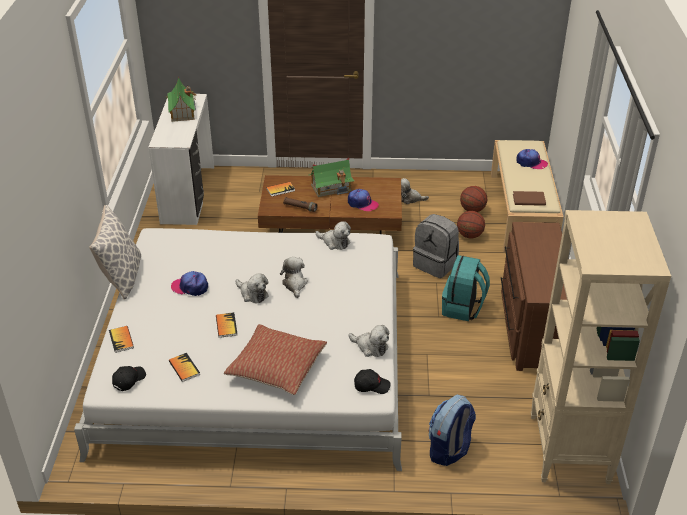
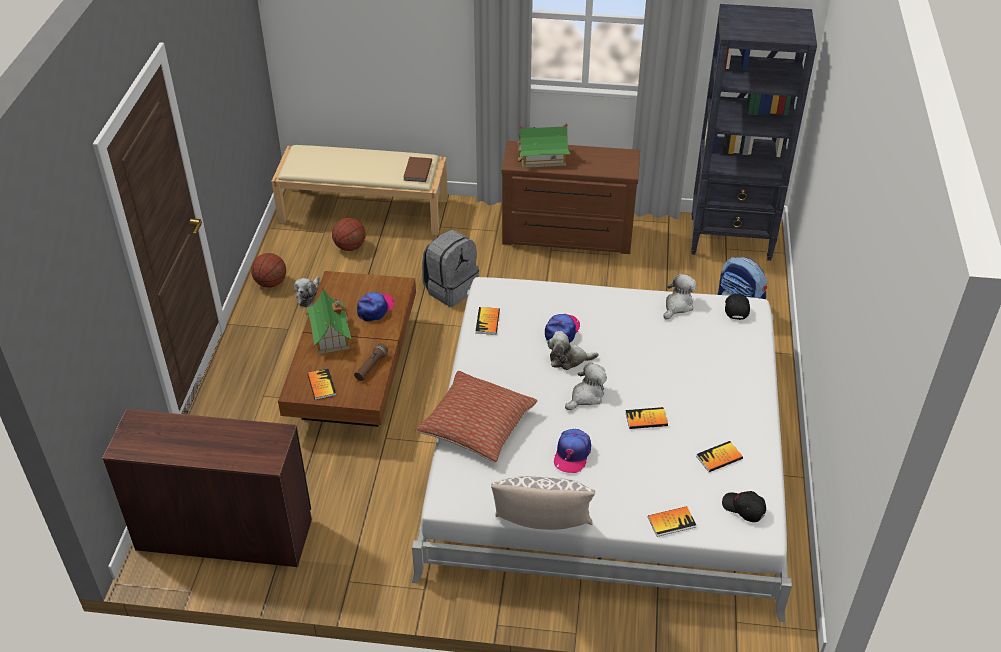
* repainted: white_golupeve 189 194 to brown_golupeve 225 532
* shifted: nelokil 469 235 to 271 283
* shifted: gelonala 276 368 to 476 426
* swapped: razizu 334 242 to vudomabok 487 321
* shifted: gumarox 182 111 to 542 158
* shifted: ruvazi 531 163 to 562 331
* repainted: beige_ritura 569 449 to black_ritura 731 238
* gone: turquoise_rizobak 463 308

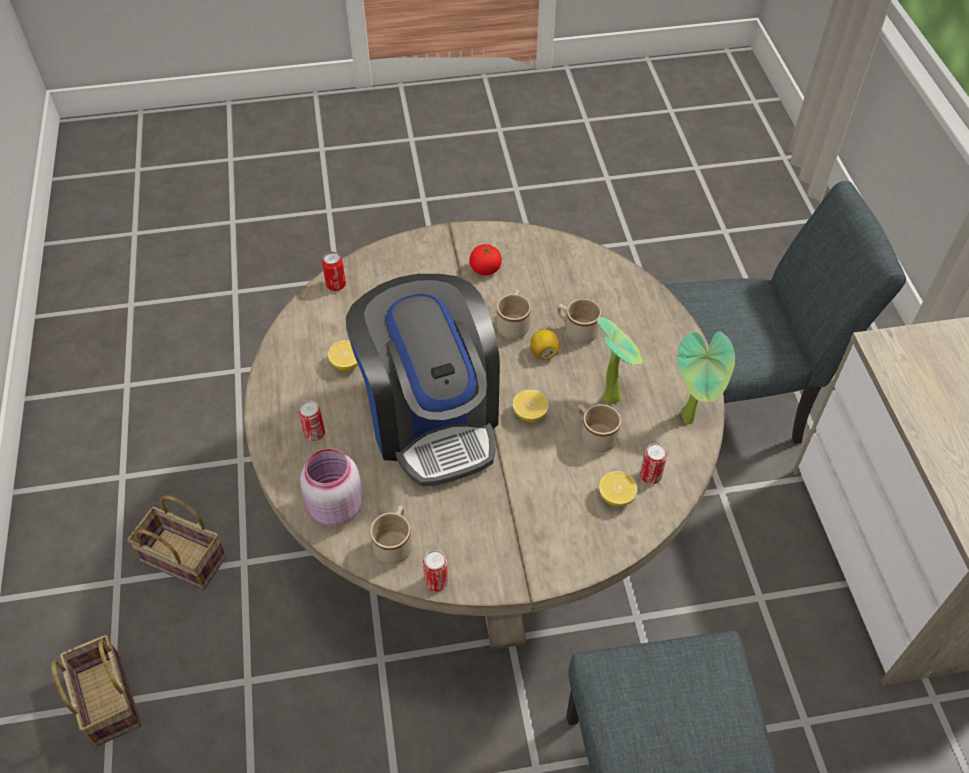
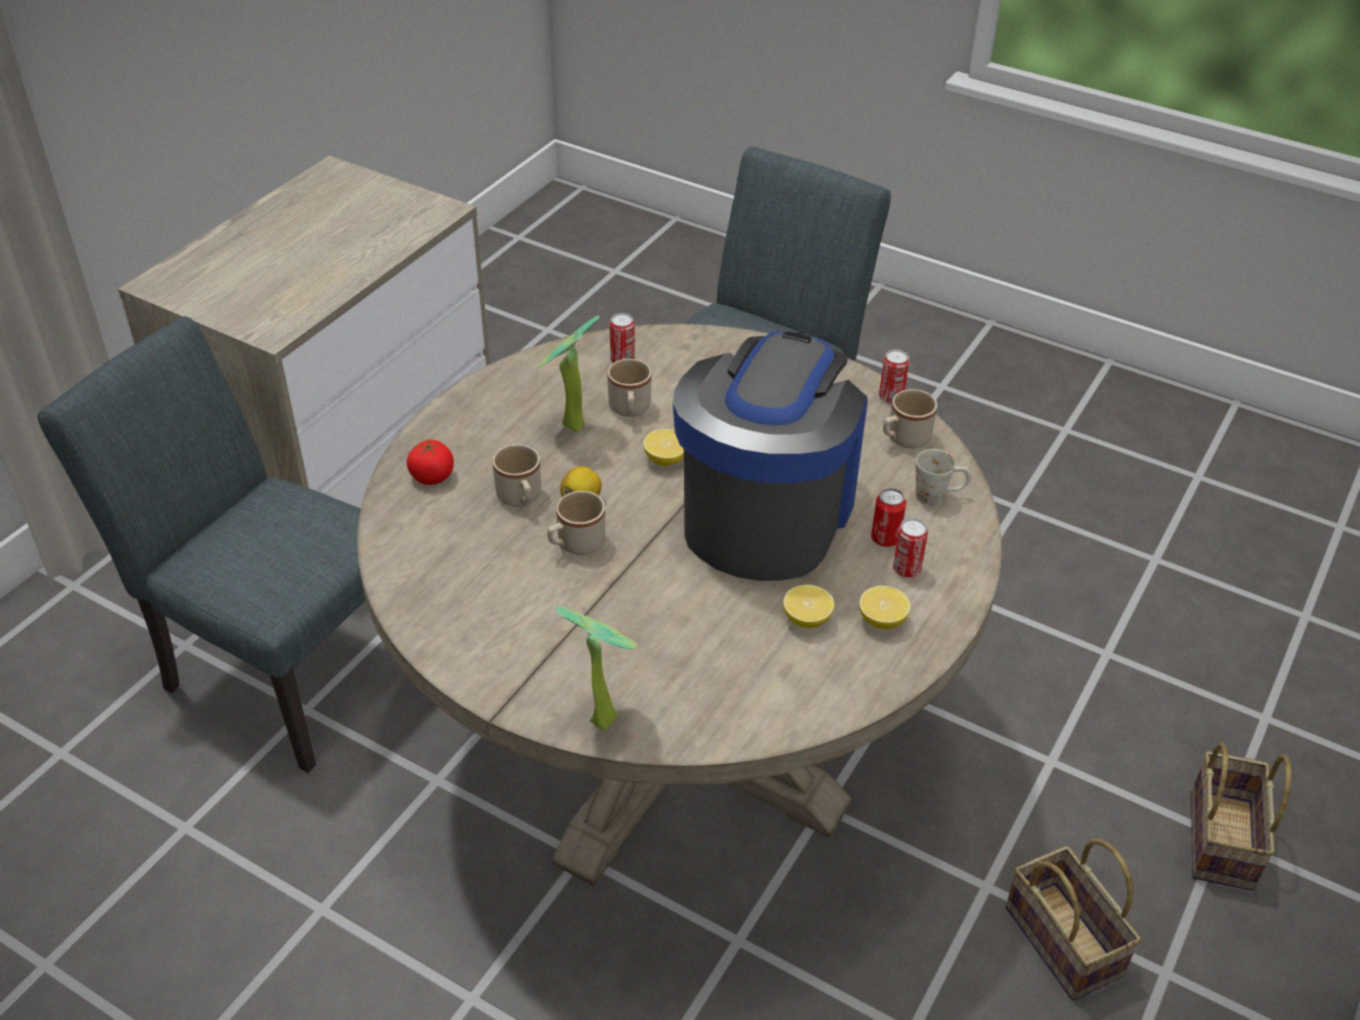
* shifted: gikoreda 485 269 to 432 476
* shifted: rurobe 691 418 to 603 715
* shifted: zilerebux 616 496 to 882 620
* shifted: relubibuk 336 285 to 885 538
* swapped: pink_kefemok 334 507 to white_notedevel 939 495

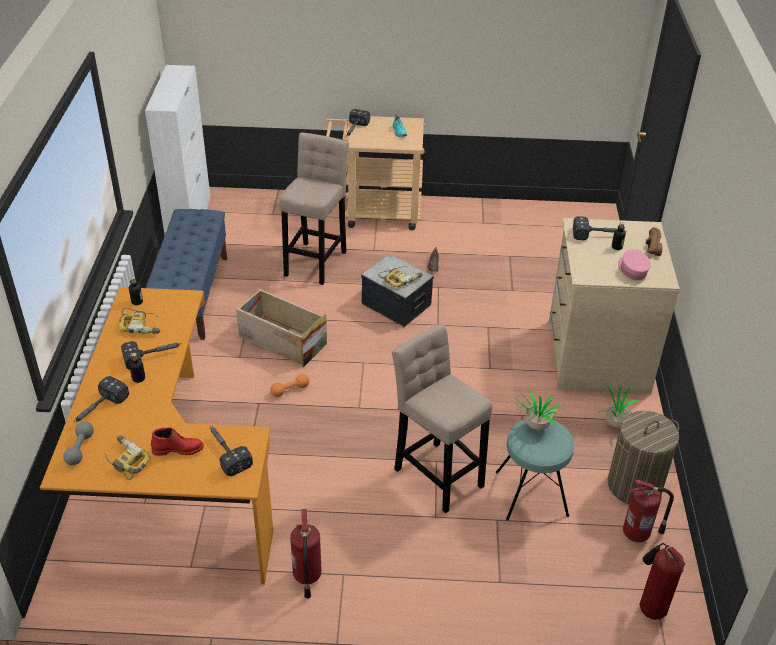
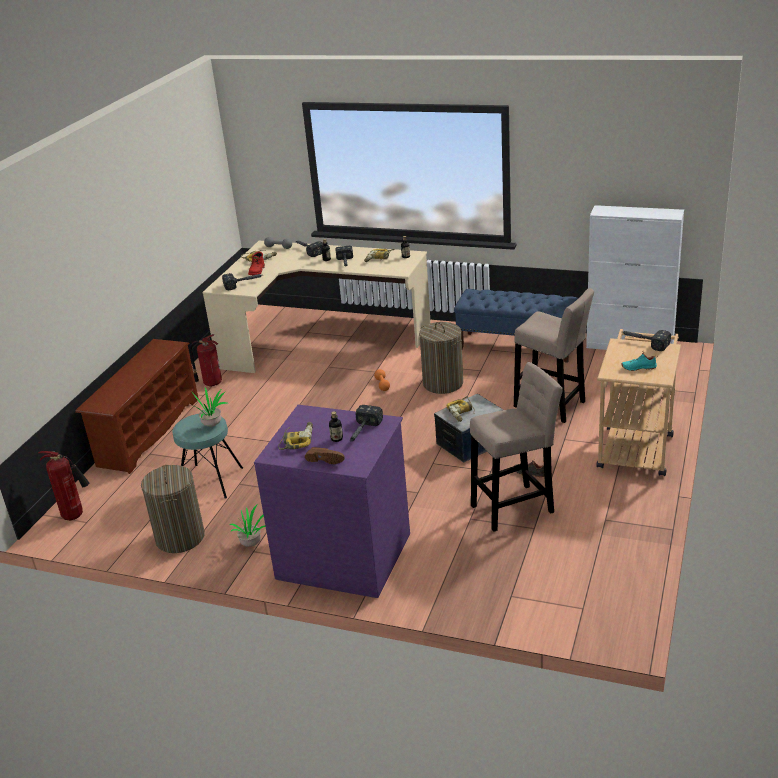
* new: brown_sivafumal 148 431
* repainted: orange_golupeve 166 483 to beige_golupeve 319 339
* repainted: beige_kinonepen 595 356 to purple_kinonepen 345 554
* swapped: pink_ruvazi 632 270 to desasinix 297 440
* swapped: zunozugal 281 340 to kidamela 443 383
* shifted: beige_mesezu 436 473 to 516 507
* gone: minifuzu 638 533

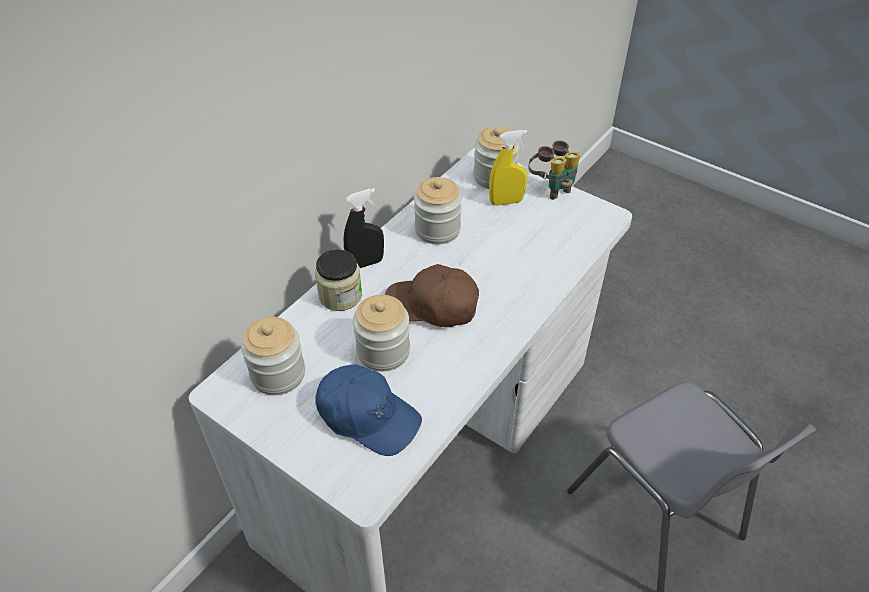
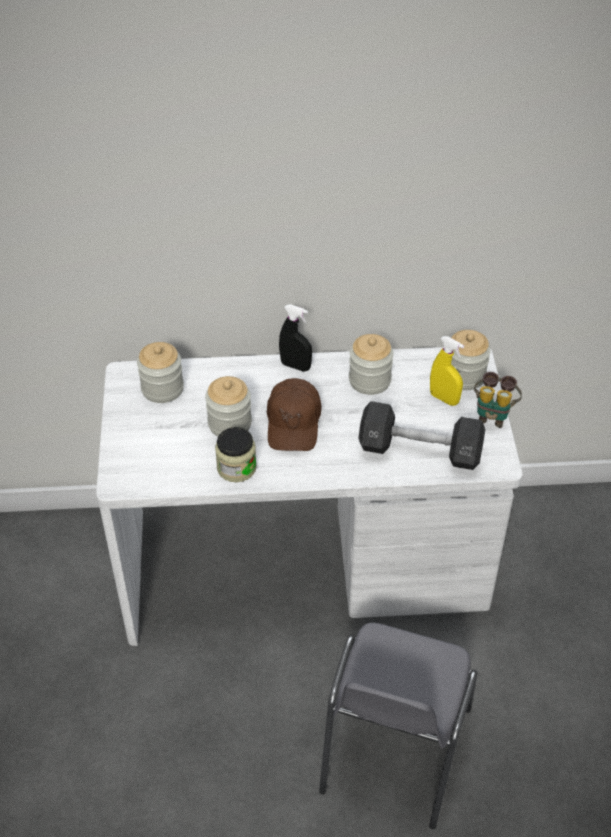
* shifted: kefemok 340 295 to 236 468
* rotated: brown_ruvazi 432 306 = 294 423 150 degrees counterclockwise
* new: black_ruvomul 420 450
* gone: blue_ruvazi 368 416

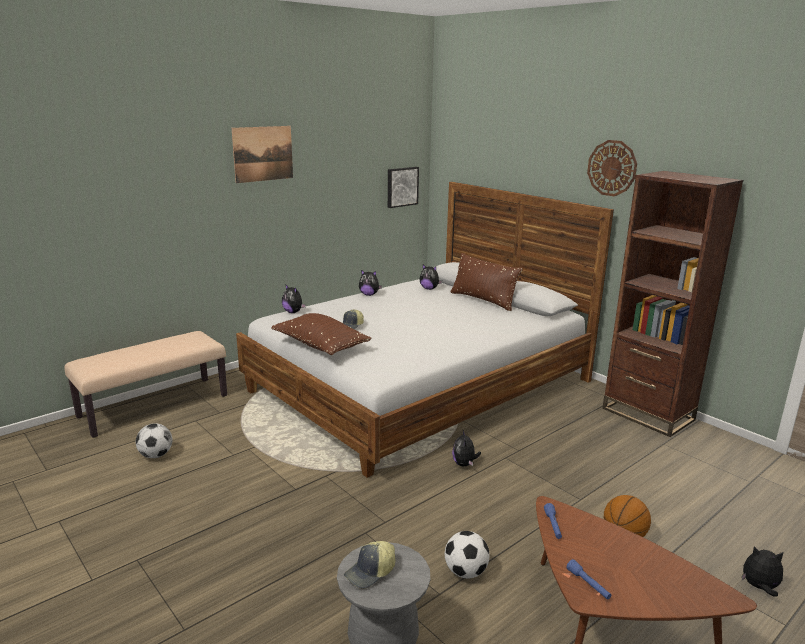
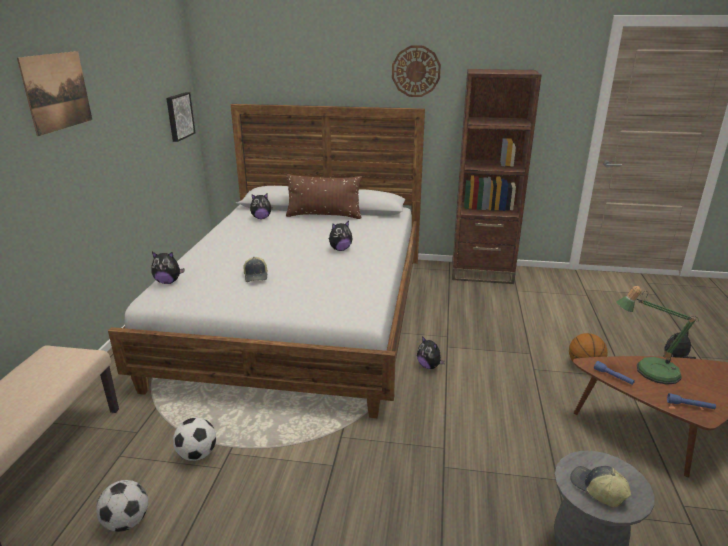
* shifted: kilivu 465 572 to 197 454
* shifted: razizu 369 294 to 340 249
* rotated: ruvazi 371 572 = 597 489 135 degrees clockwise
* new: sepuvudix 649 370
* gone: brown_gelonala 320 346

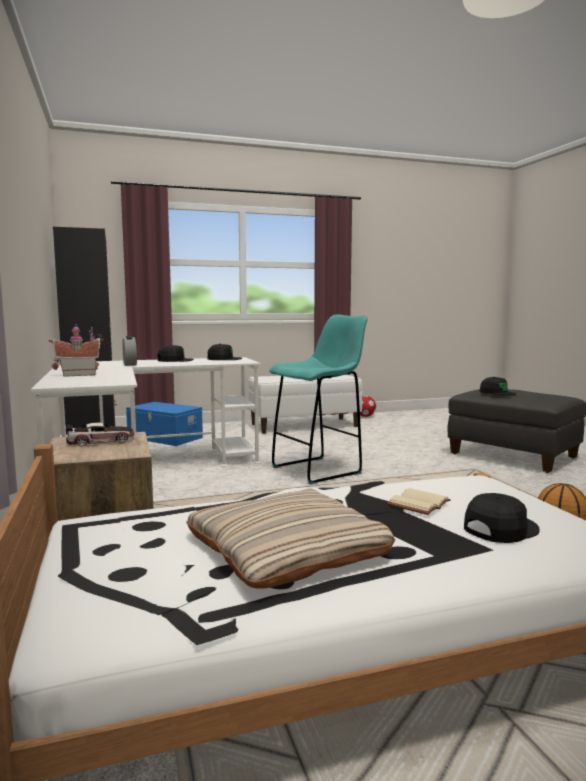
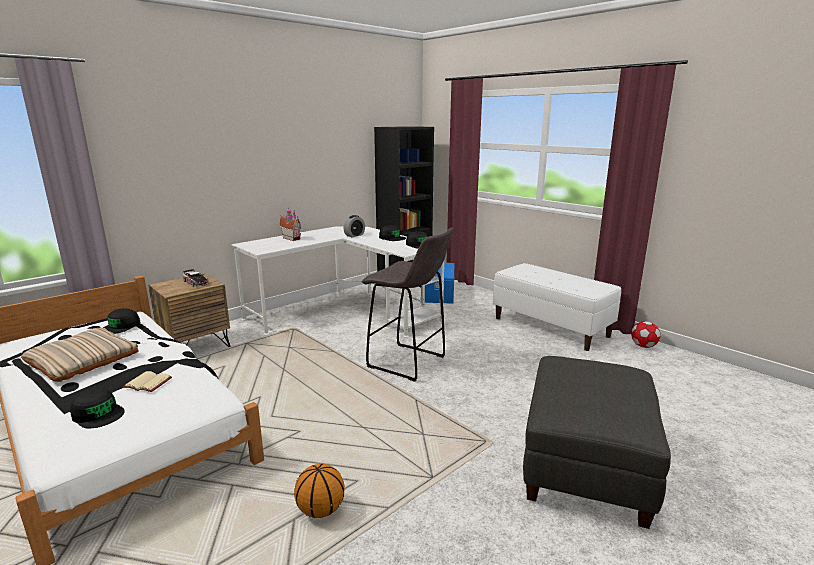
* shifted: black_ruvazi 497 392 to 121 326
* repainted: turquoise_mesezu 318 470 to grey_mesezu 408 362

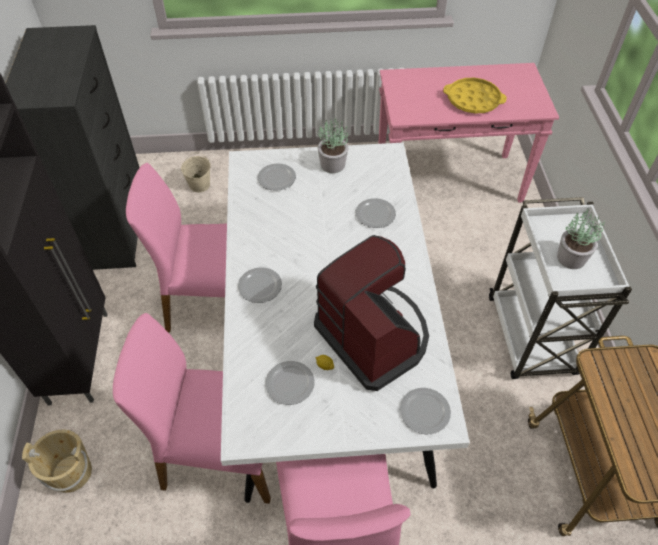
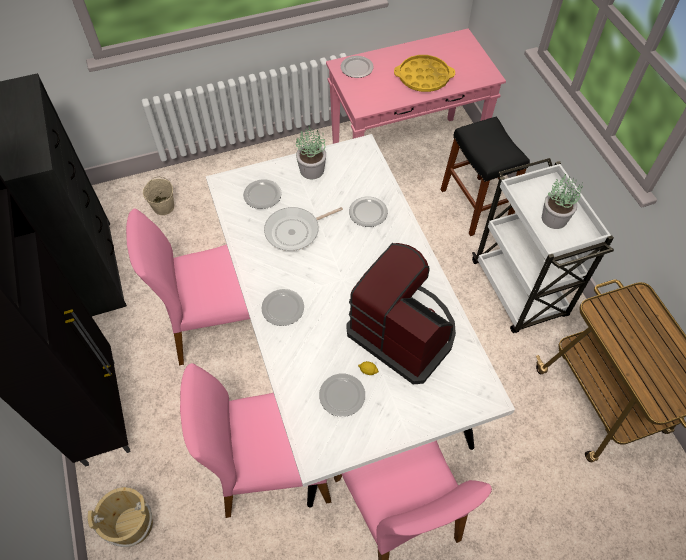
* new: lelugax 295 231
* shifted: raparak 425 411 to 357 68
* new: black_mesezu 475 205

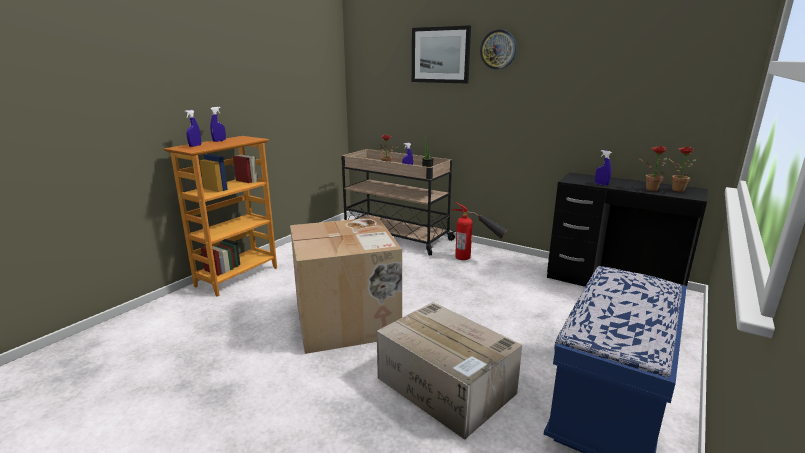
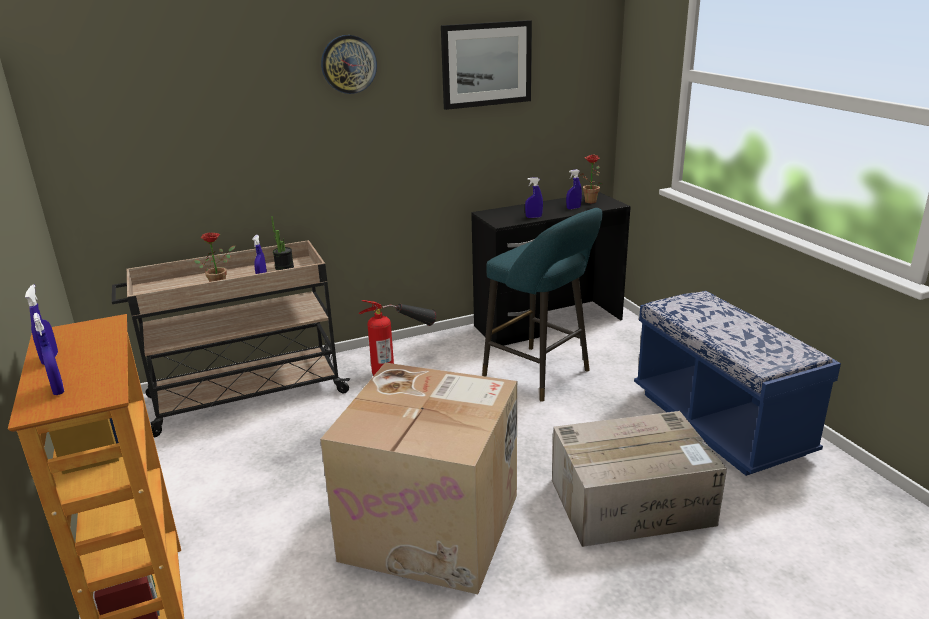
* shifted: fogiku 440 55 to 486 64
* new: turquoise_mesezu 541 375
* swapped: rurobe 649 189 to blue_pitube 573 208

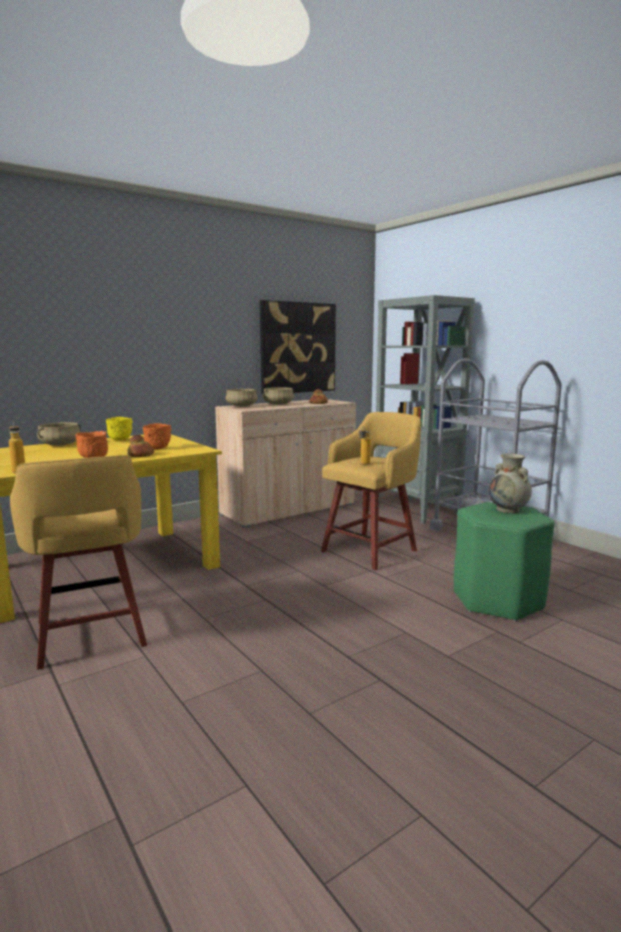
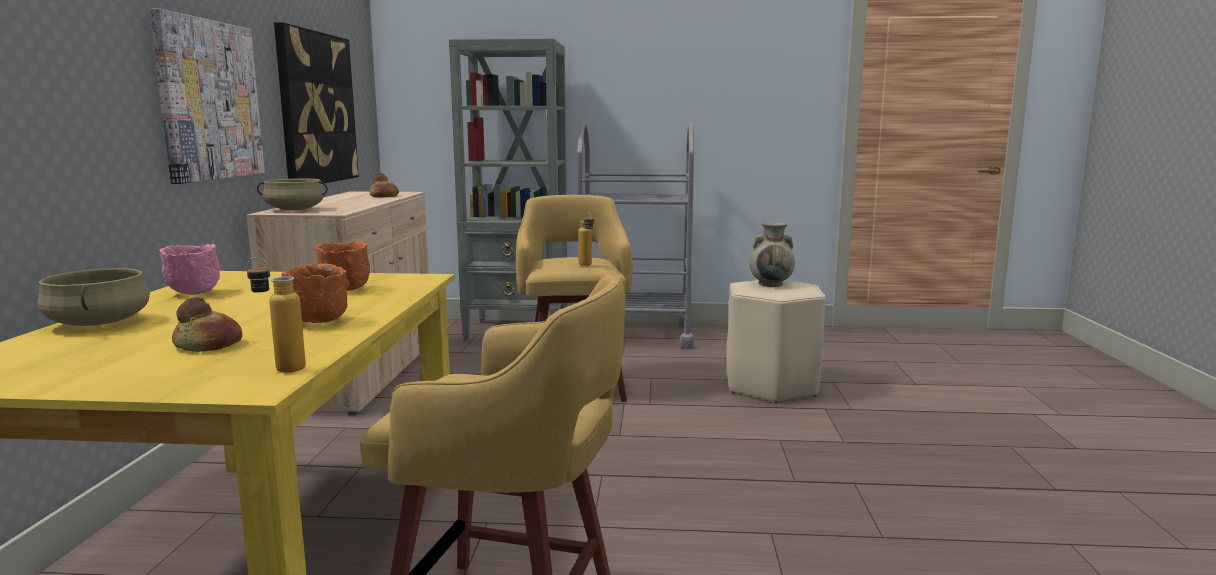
* new: fogiku 209 100
* repainted: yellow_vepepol 121 440 to pink_vepepol 195 293
* shifted: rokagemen 141 455 to 209 344
* repainted: green_mesezu 498 601 to beige_mesezu 771 386
* gone: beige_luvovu 278 404

